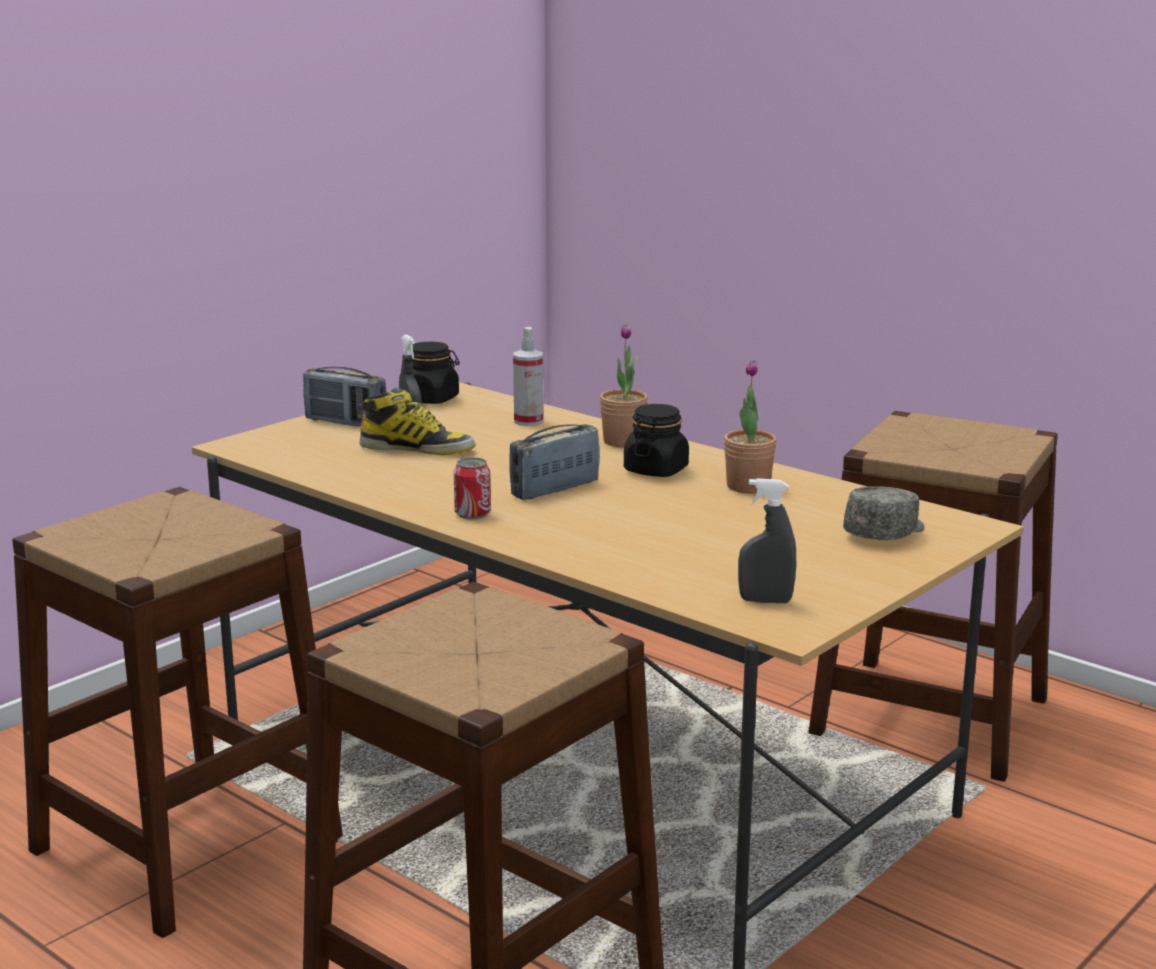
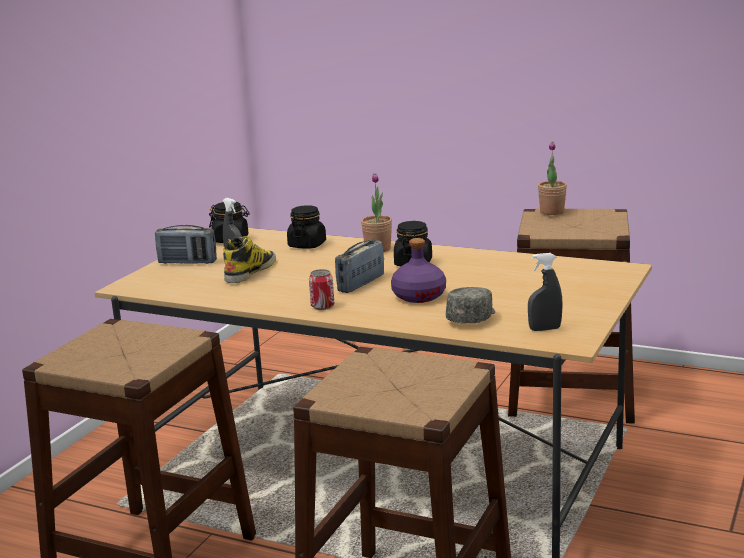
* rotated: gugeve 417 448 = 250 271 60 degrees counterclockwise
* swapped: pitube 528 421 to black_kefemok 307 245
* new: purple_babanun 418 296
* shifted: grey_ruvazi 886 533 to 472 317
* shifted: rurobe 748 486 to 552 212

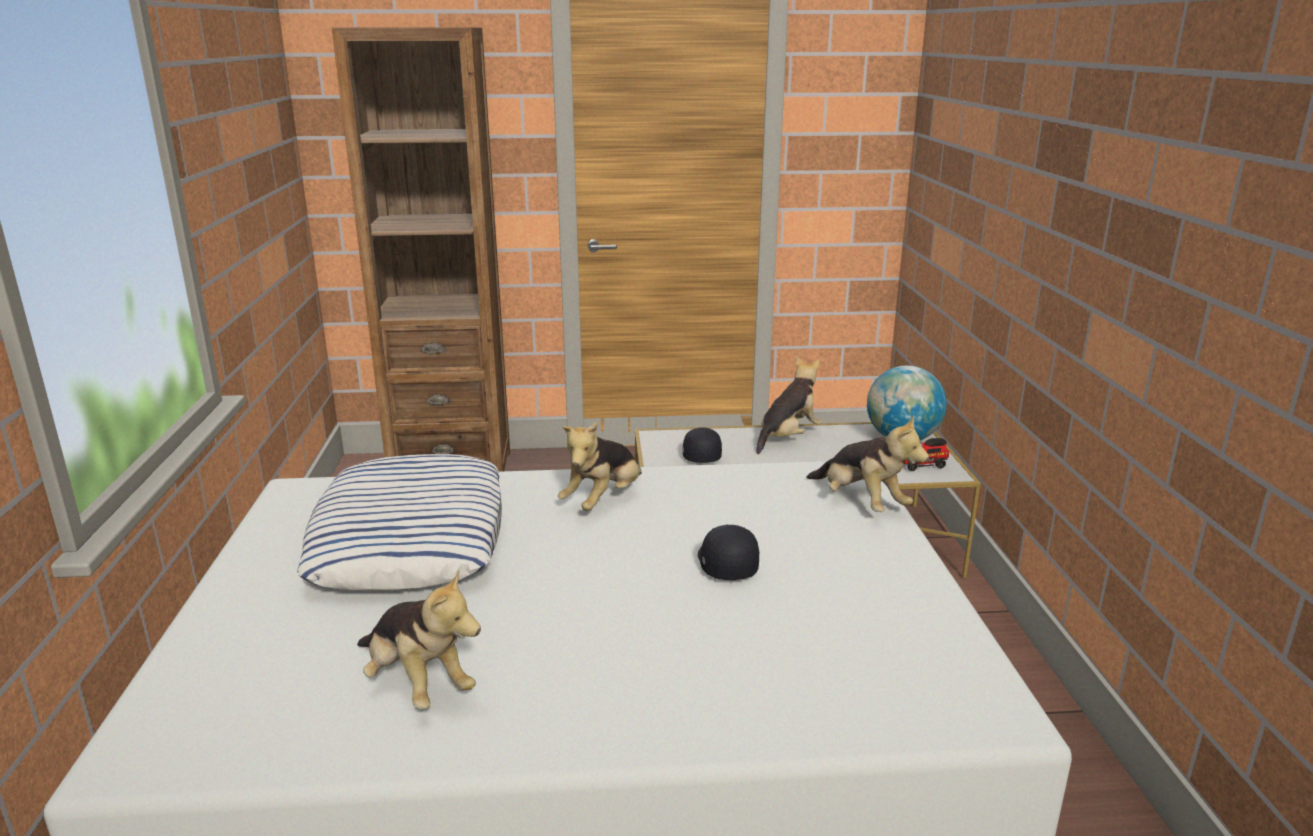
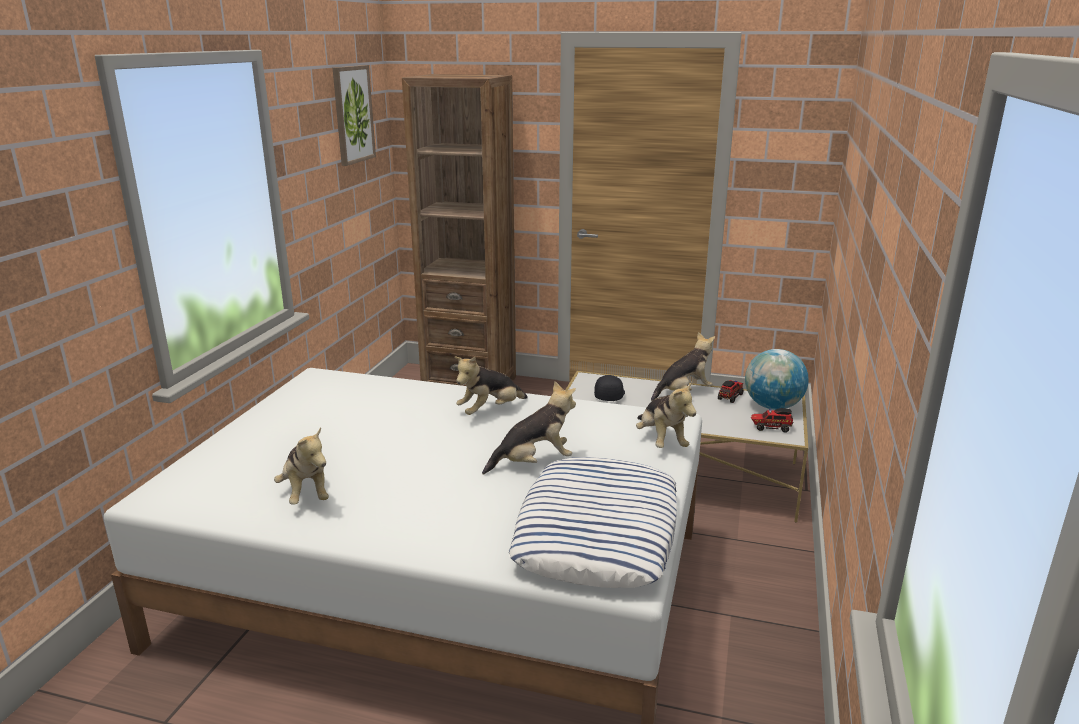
* new: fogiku 352 114
* swapped: black_ruvazi 725 564 to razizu 534 463
* shifted: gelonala 410 536 to 597 532
* new: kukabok 730 396

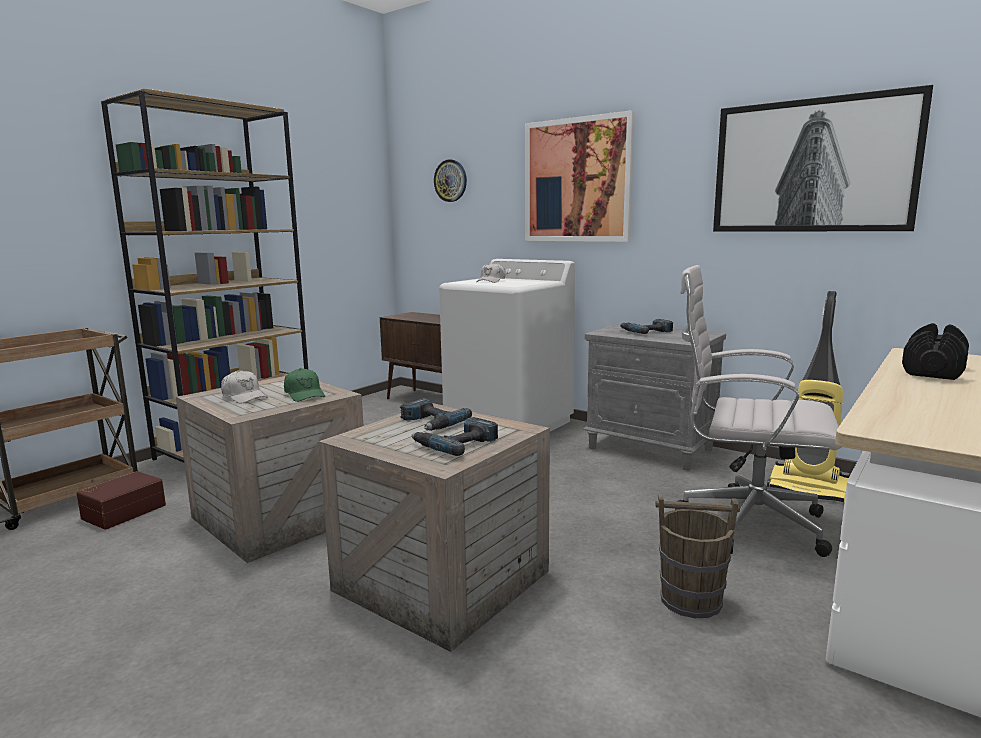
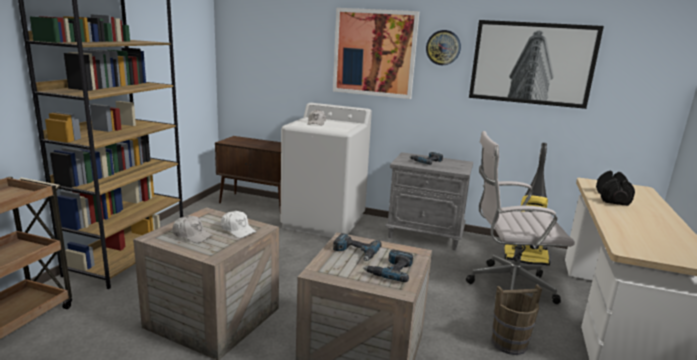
* repainted: green_ruvazi 304 394 to white_ruvazi 238 230
* shifted: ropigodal 450 180 to 443 47
* gone: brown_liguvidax 123 511

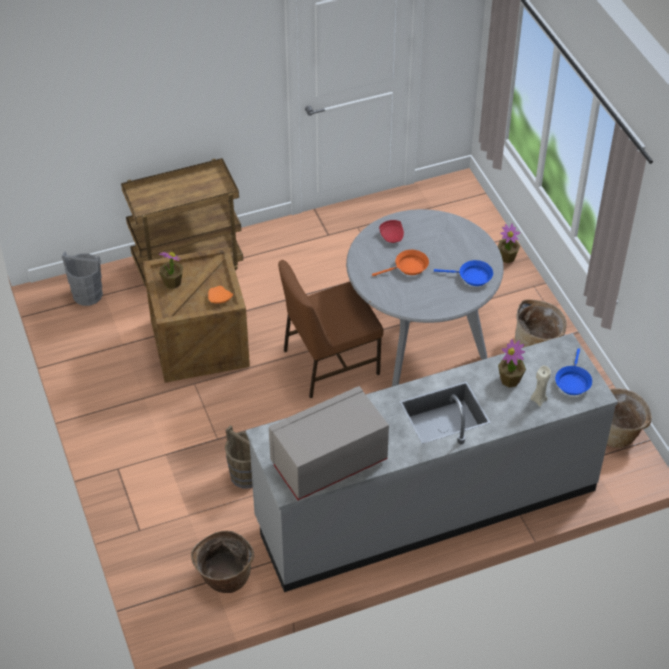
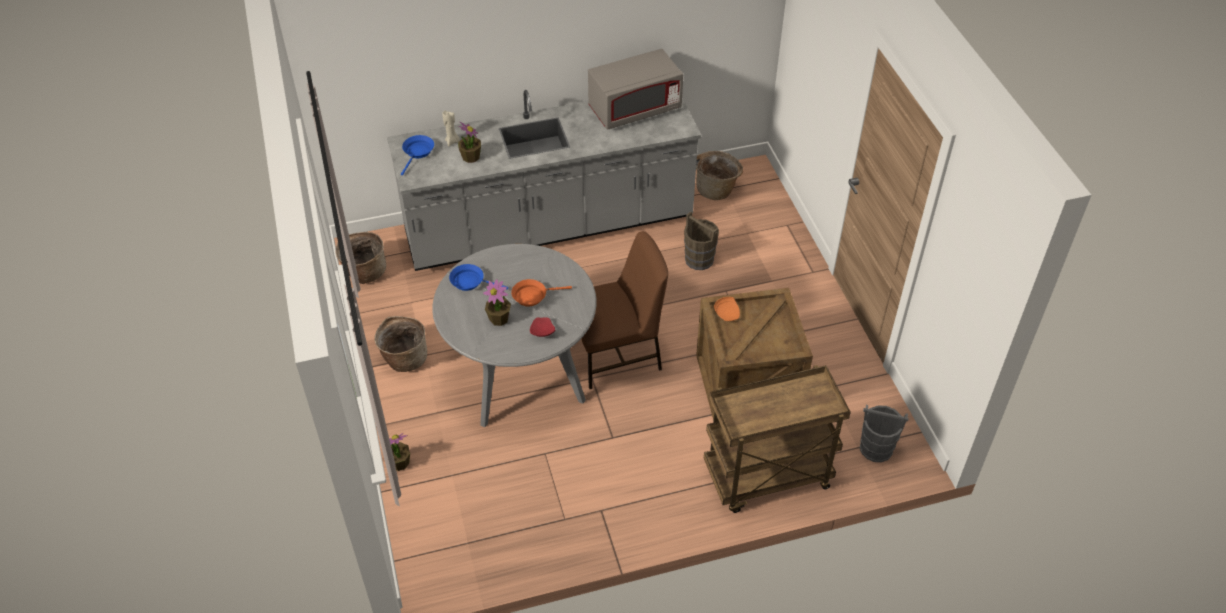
* shifted: rurobe 172 282 to 499 319

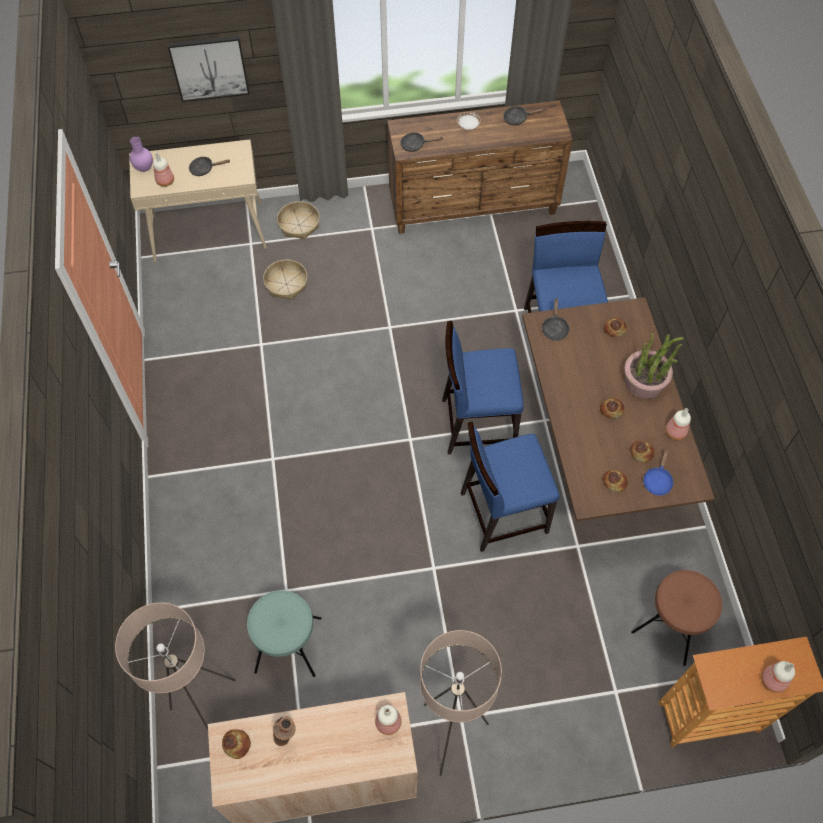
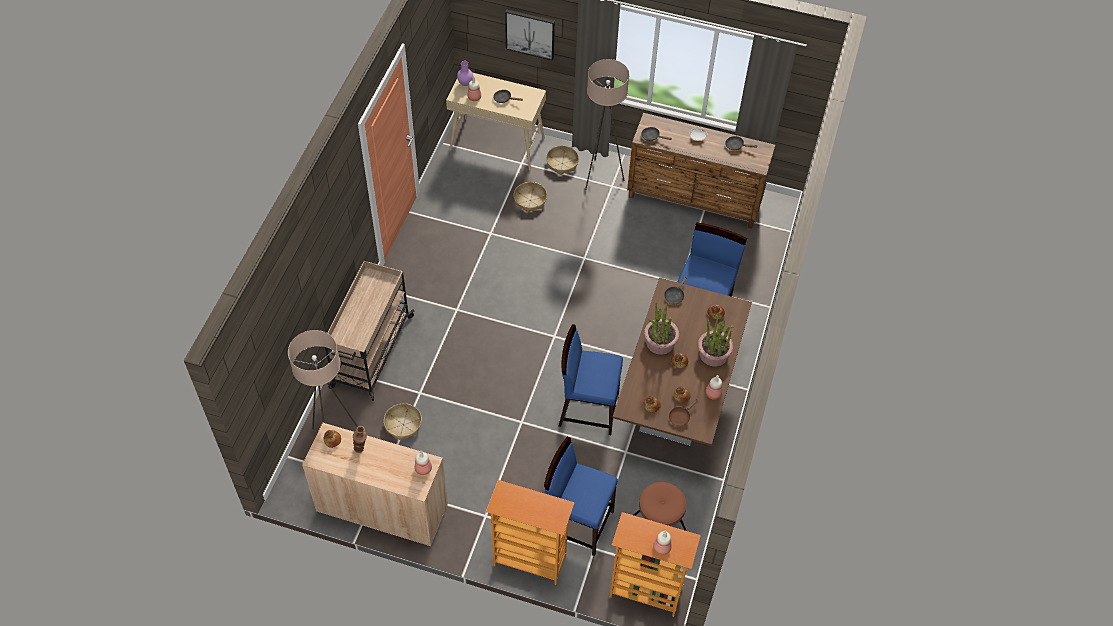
* new: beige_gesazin 371 352
* swapped: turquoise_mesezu 288 644 to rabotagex 403 424
* new: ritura 529 561
* shifted: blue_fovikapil 477 423 to 577 522
* shifted: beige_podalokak 450 734 to 601 176
* new: rurobe 660 342
* repainted: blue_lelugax 657 480 to brown_lelugax 680 417

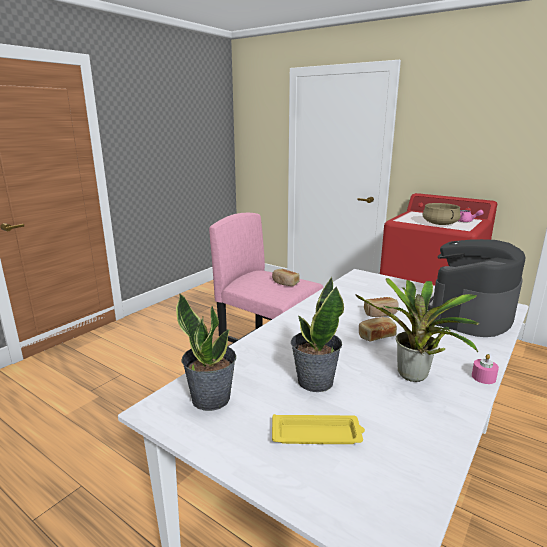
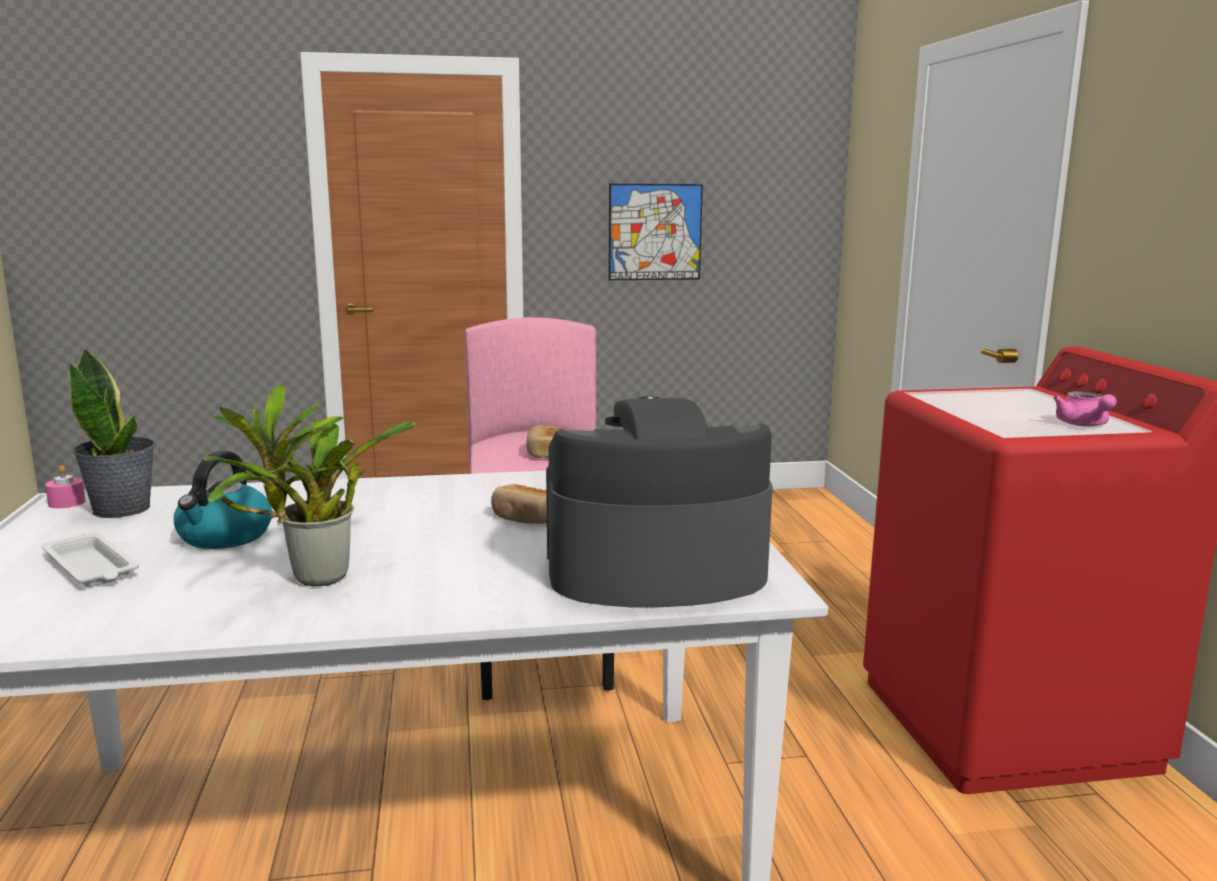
* repainted: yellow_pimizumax 318 434 to white_pimizumax 91 568
* shifted: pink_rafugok 483 377 to 67 503
* swapped: rurobe 314 381 to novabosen 224 537
* new: fogiku 655 232
* gone: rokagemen 376 336
* gone: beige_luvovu 440 224

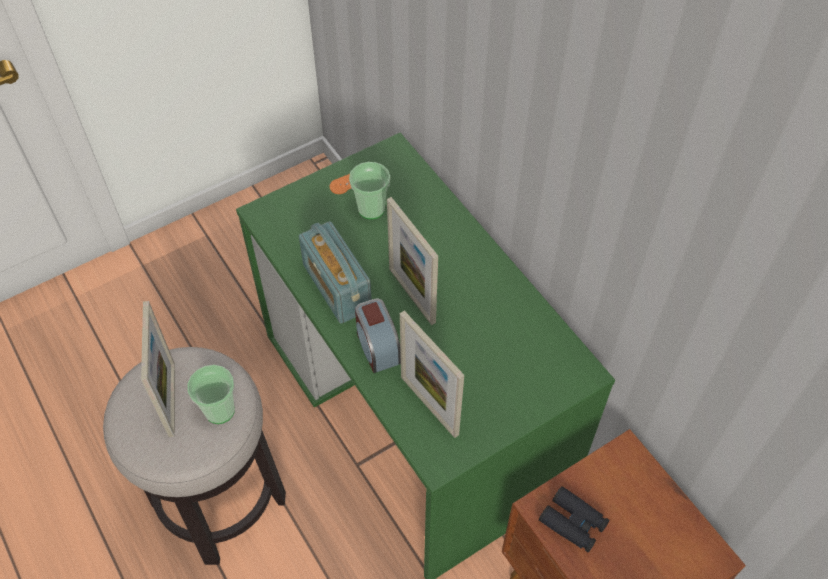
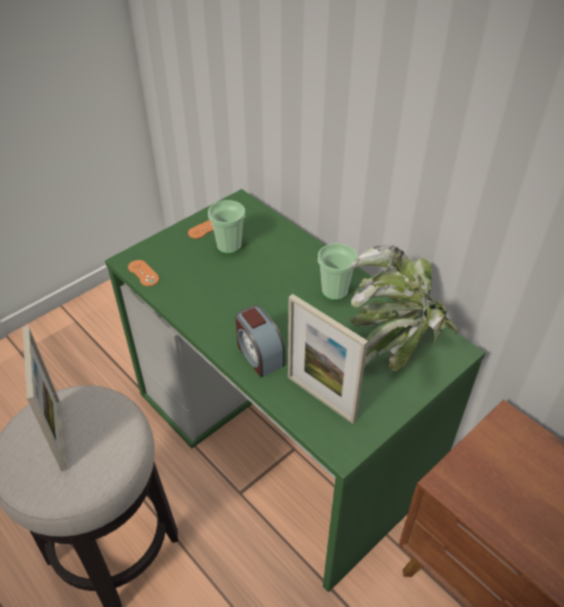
* new: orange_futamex 143 273
* shifted: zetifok 219 410 to 334 291
* new: rurobe 397 342
* gone: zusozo 336 287
* gone: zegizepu 412 295
* gone: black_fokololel 573 522

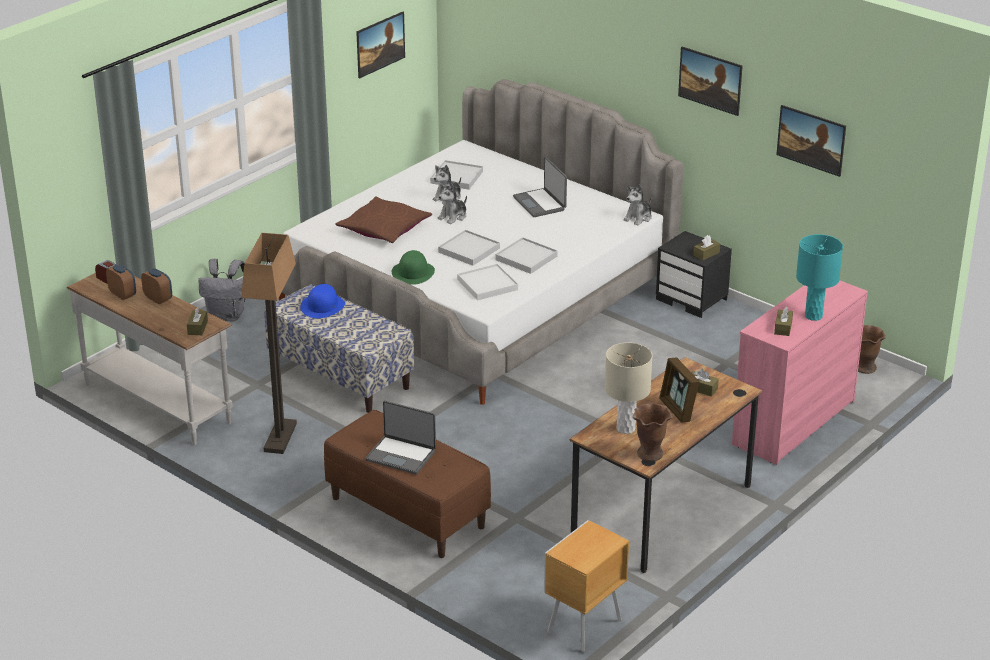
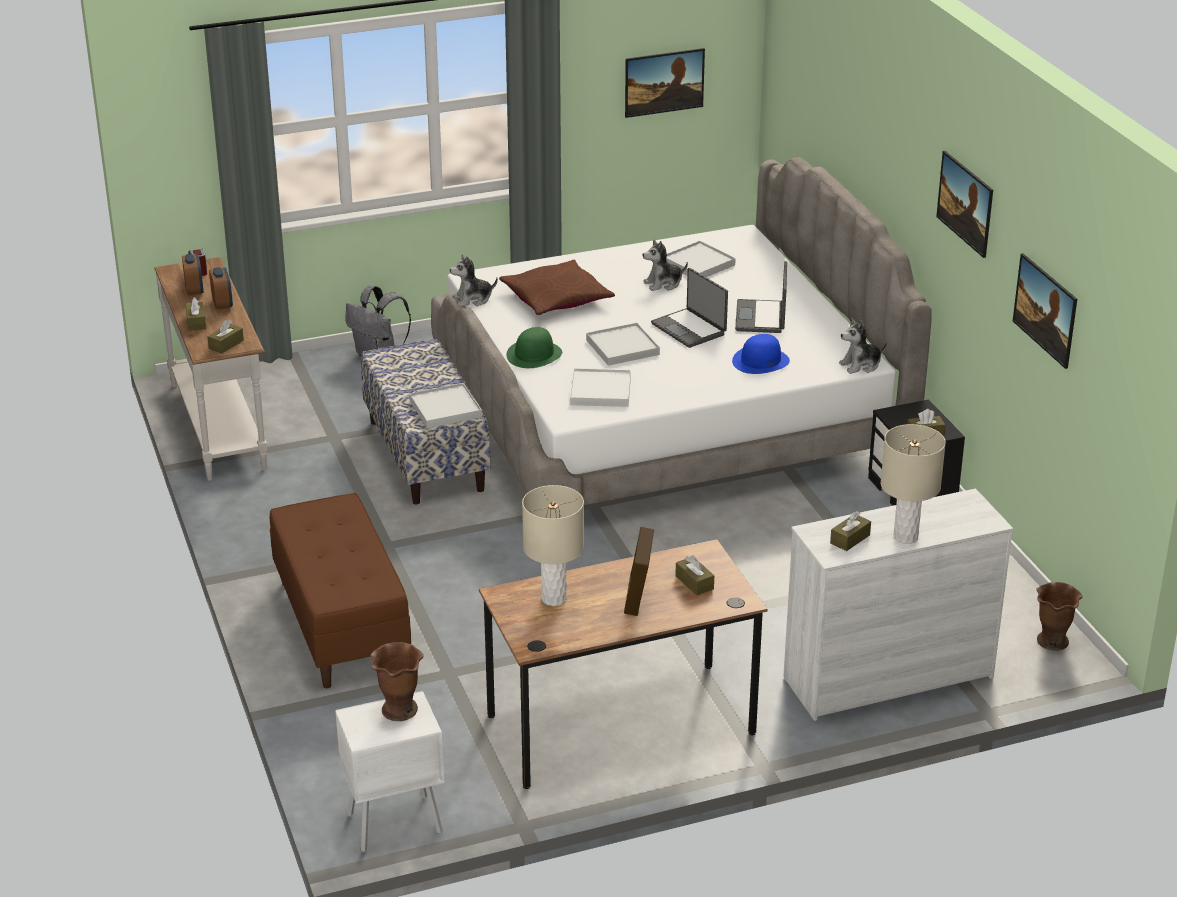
* new: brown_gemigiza 196 322
* repainted: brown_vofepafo 582 627 to white_vofepafo 392 824
* shifted: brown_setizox 650 454 to 399 710
* shifted: white_pimizumax 526 258 to 445 409
* shifted: razizu 453 217 to 473 299
* shifted: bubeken 401 455 to 689 329
* shifted: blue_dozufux 322 306 to 761 361
* repainted: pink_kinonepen 792 423 to white_kinonepen 887 677
* repainted: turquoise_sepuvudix 813 316 to beige_sepuvudix 905 537
* gone: podalokak 280 437

